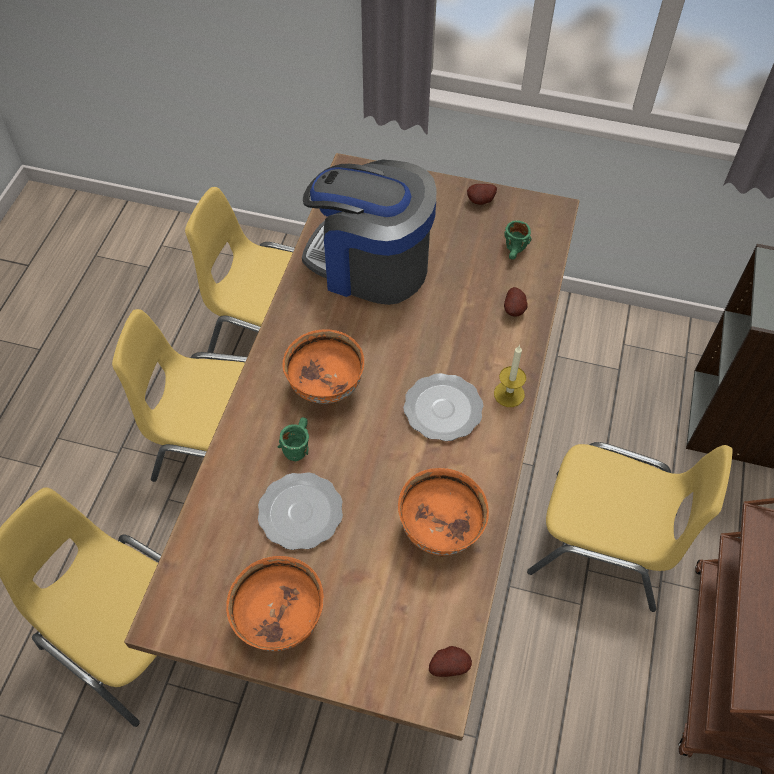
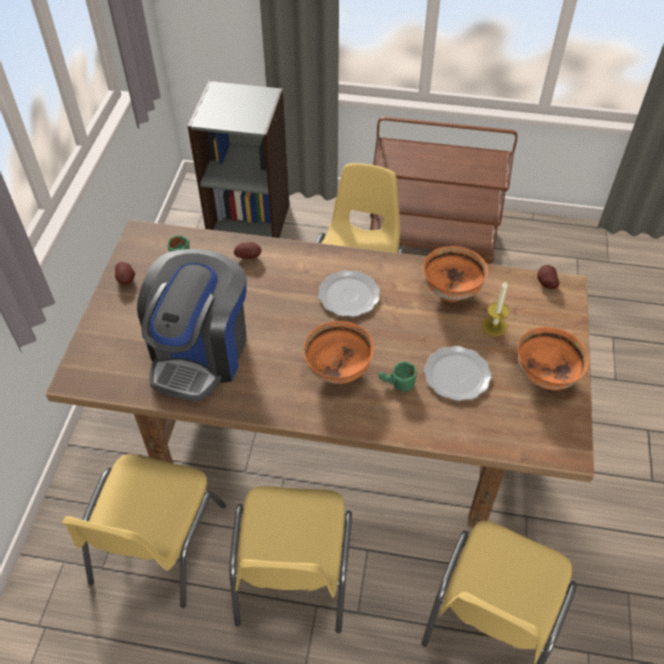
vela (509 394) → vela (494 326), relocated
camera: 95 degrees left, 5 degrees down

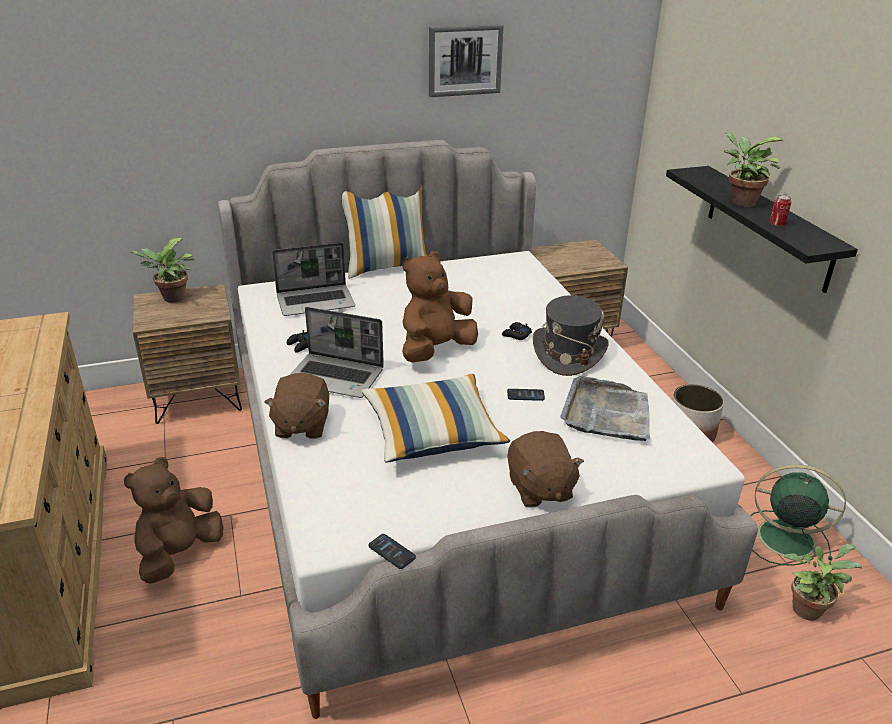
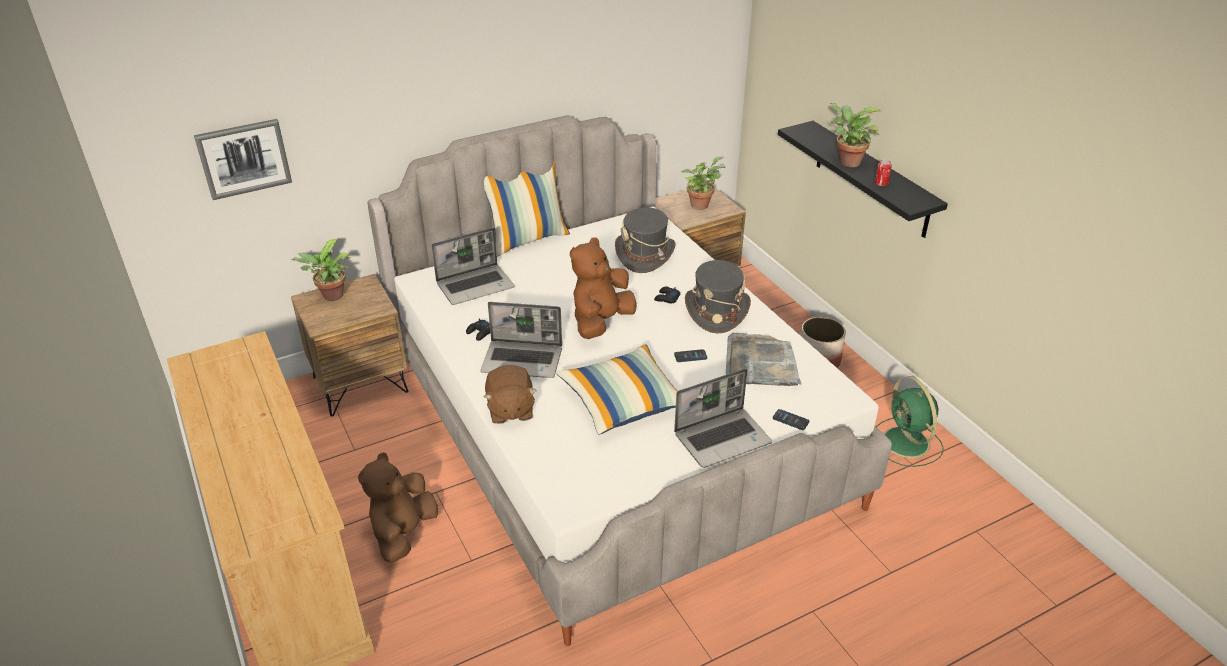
cuadro (464 60) → cuadro (244 158), relocated
peluche [marrón] (539 489) → portátil (723 438)
ventilador [verde] (783 538) → ventilador [verde] (907 443), 120 degrees counterclockwise
móvil (391 552) → móvil (790 420), relocated
planta en maceta (807 607) → planta en maceta (700 204), relocated
- → sombrero [gris] (645 254)
camera: 10 degrees left, 5 degrees up

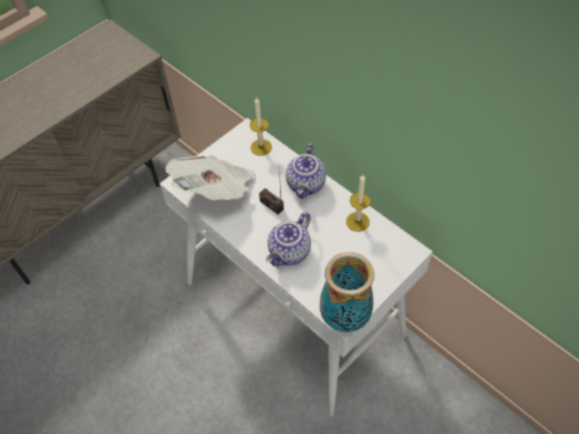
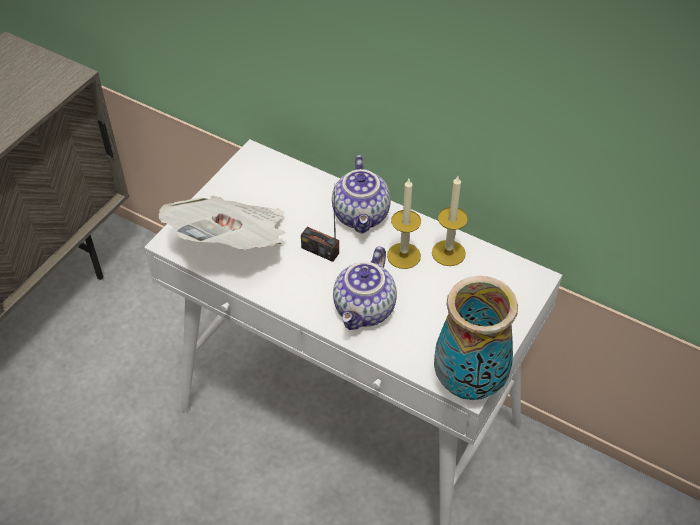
vela (261 147) → vela (403 255), relocated
camera: 15 degrees left, 5 degrees down

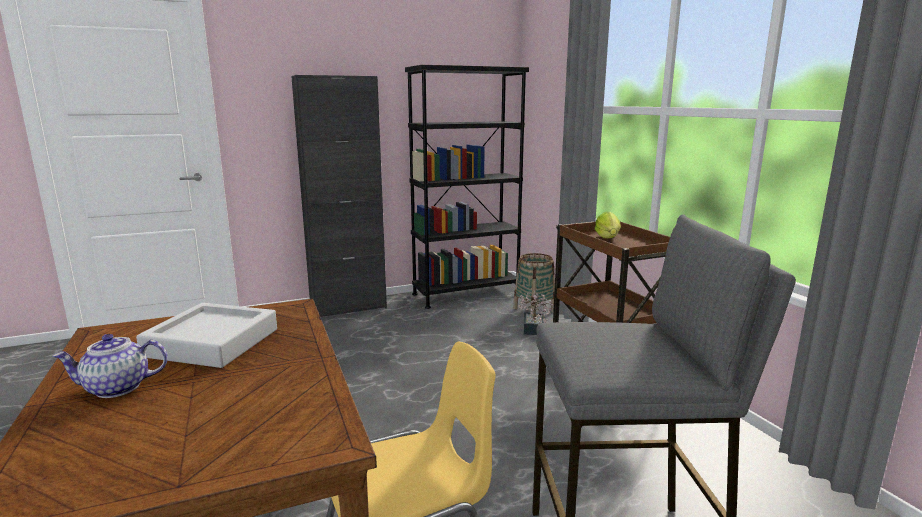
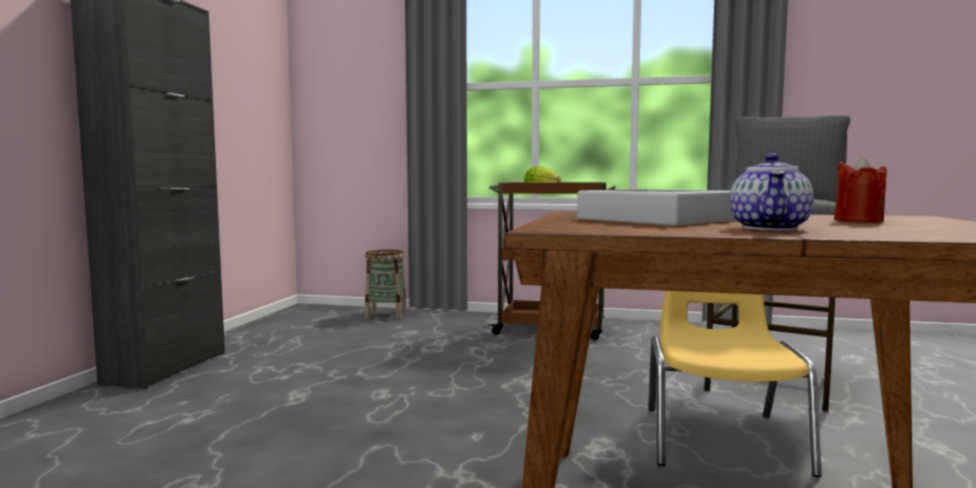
estantería [negro] (466 294) → -
planta en maceta (533 330) → -
- → vela [rojo] (858 221)
camera: 55 degrees left, 10 degrees down

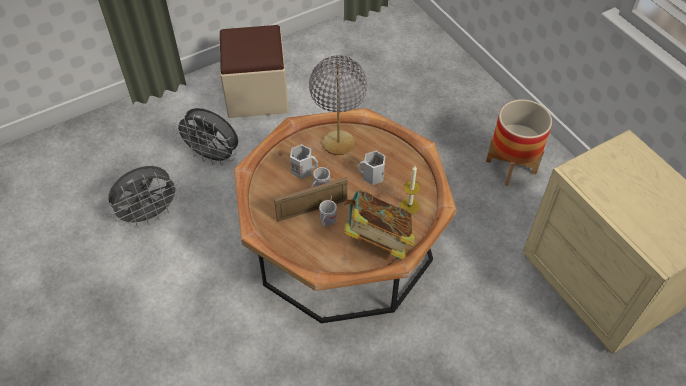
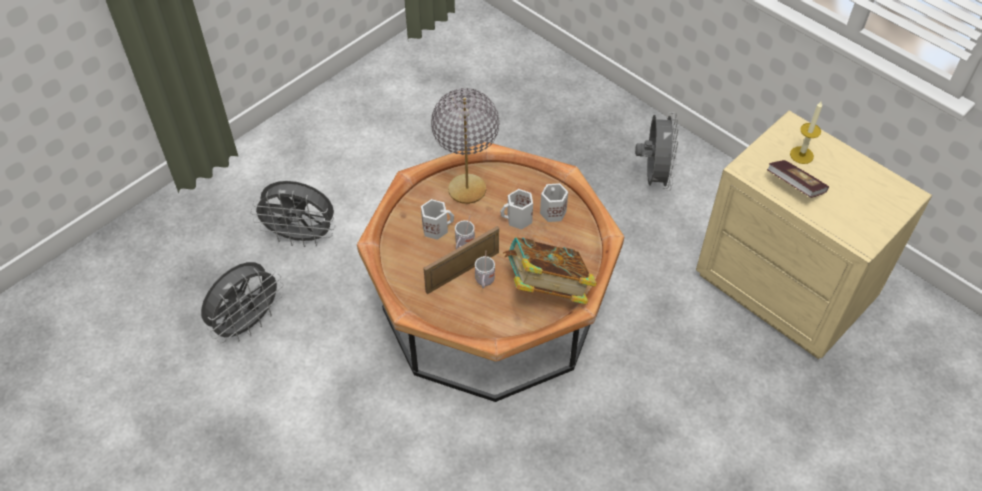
puf [beis] (257 95) → -
maceta (511 166) → ventilador [gris] (654 176)
vela (409 206) → vela (801 155), relocated
- → libro (794 186)
- → taza grande [blanco] (552 211)
camera: 15 degrees left, 0 degrees up

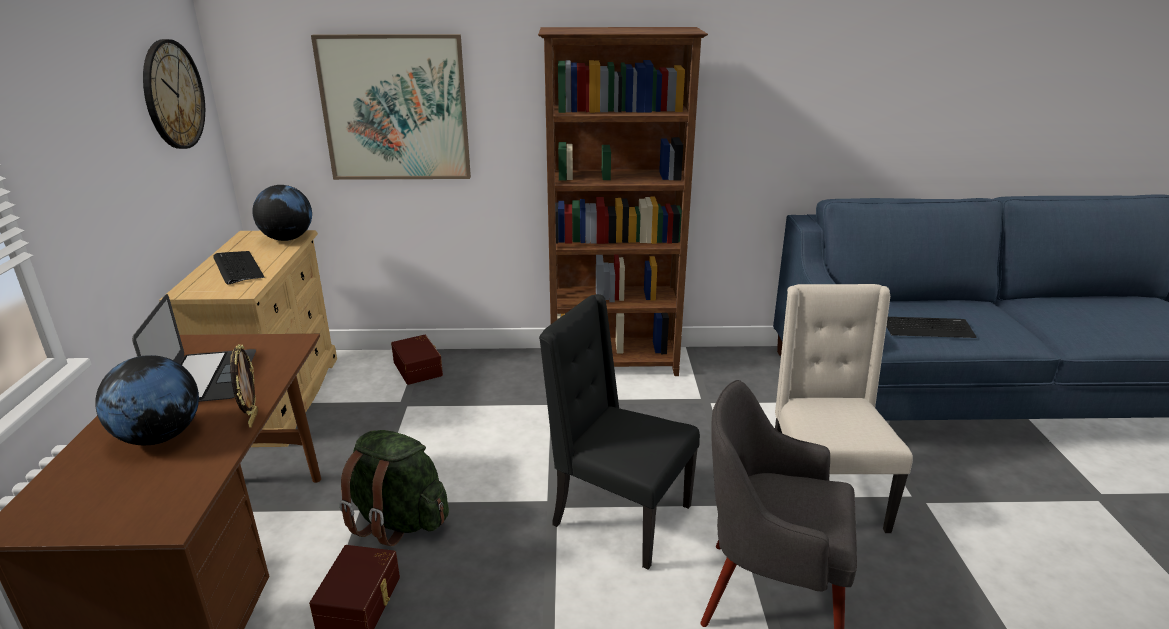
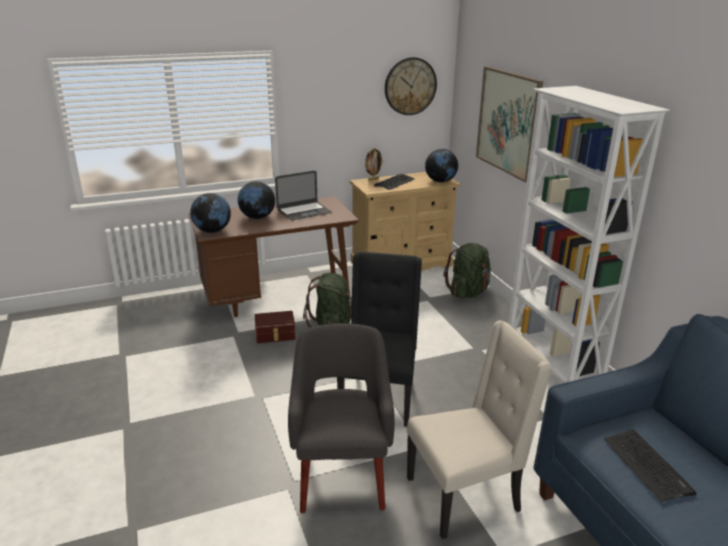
estantería [marrón] (615 364) → estantería [blanco] (551 363)
caja de almacenaje [marrón] (419 368) → mochila [verde] (468 292)
portarretratos (252 419) → portarretratos (373 179), relocated
- → globo terráqueo (212 231)
camera: 70 degrees right, 0 degrees up

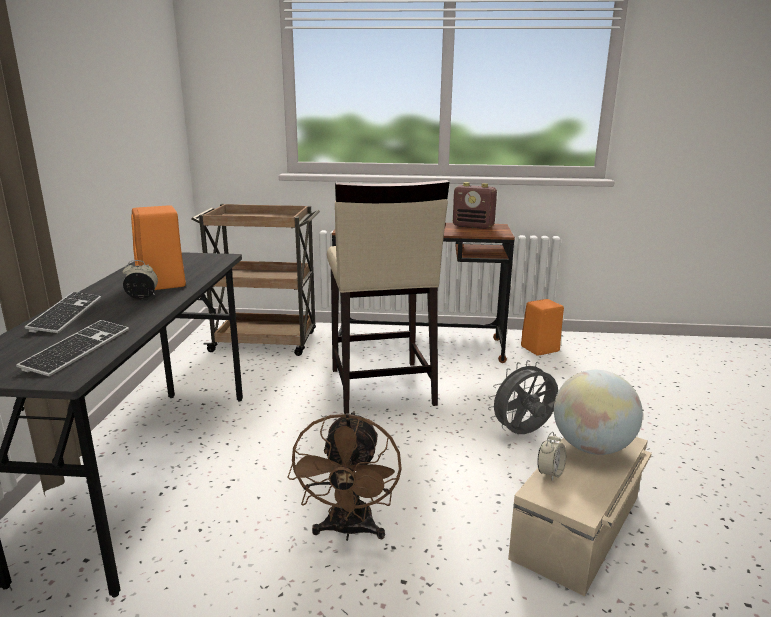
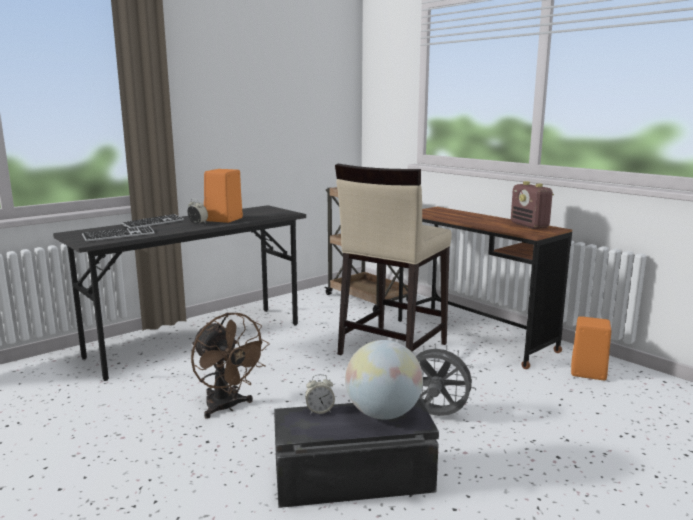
ventilador [marrón] (349 531) → ventilador [marrón] (227 407), 90 degrees counterclockwise
caja de almacenaje [beis] (579 527) → caja de almacenaje [negro] (353 480)
camera: 45 degrees right, 5 degrees down

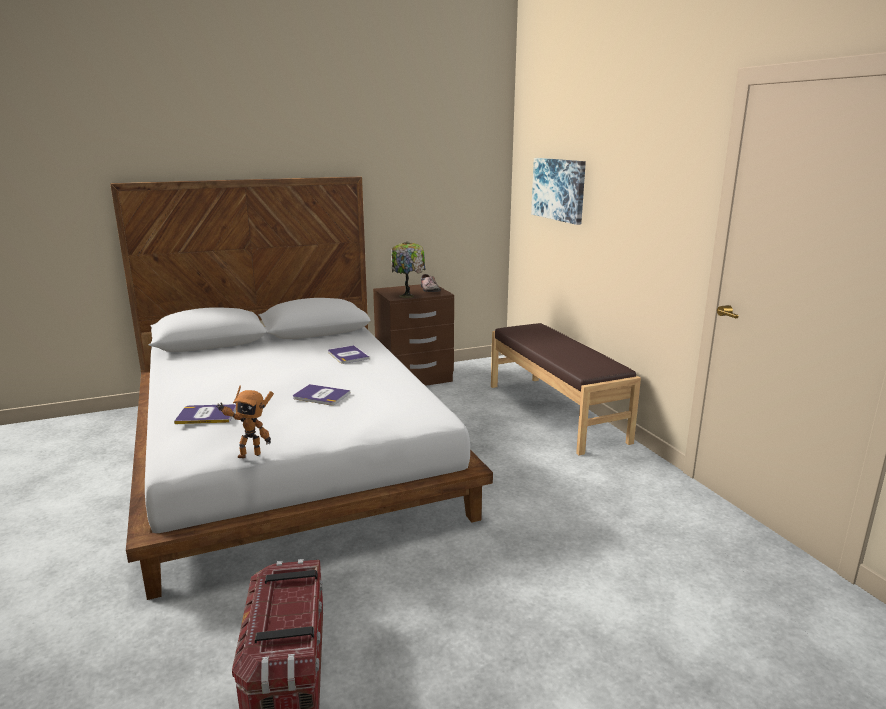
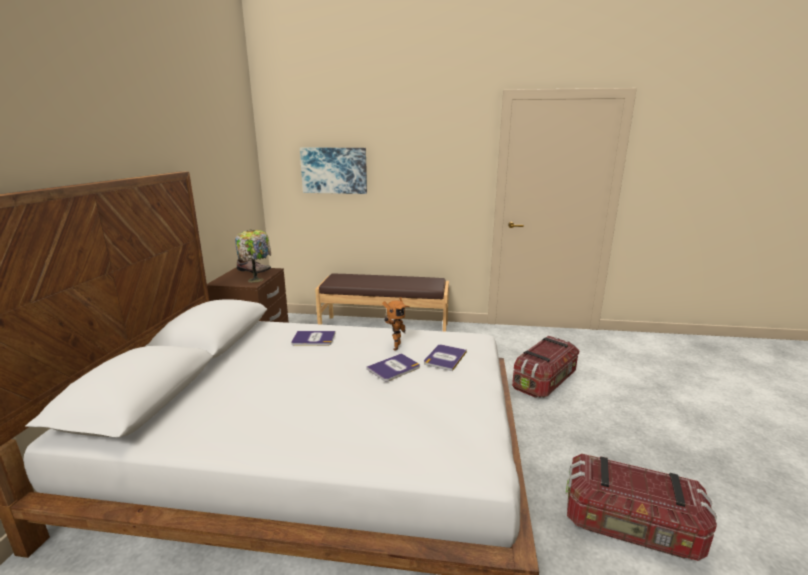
robot de juguete (249 454) → robot de juguete (394 346), relocated
libro (207 415) → libro (445 358), relocated
- → caja de almacenaje (545 381)
camera: 60 degrees left, 0 degrees up

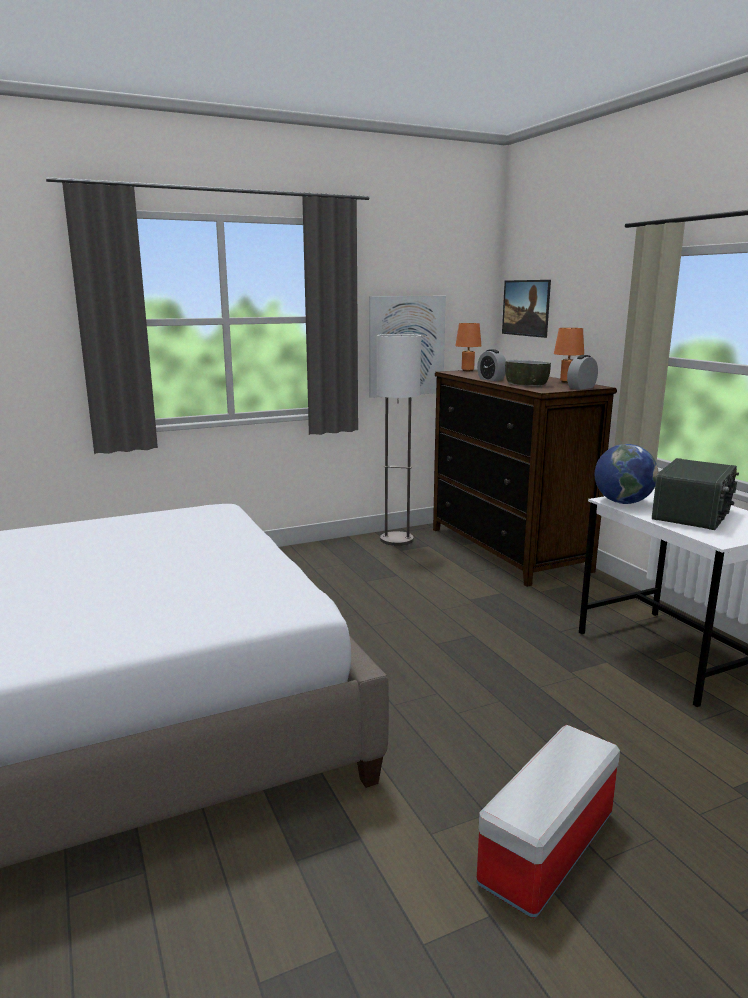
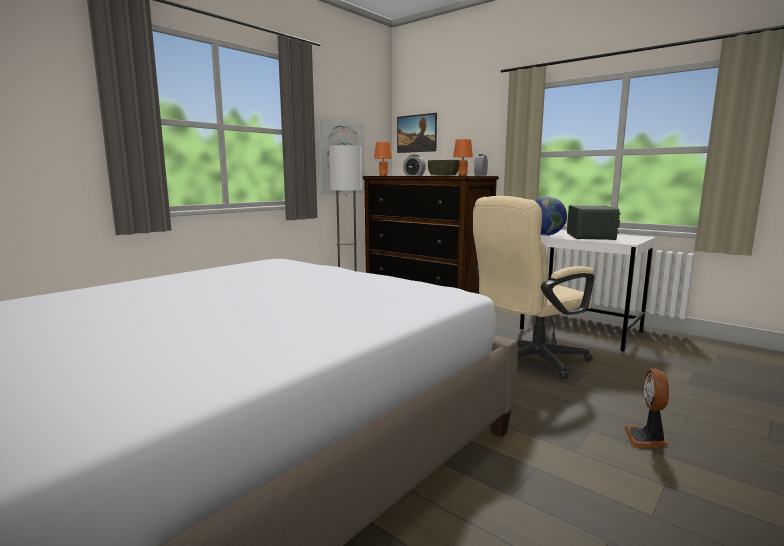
caja de almacenaje (548 849) → ventilador (647 439)
- → silla de oficina [beis] (528 361)
camera: 25 degrees left, 5 degrees down

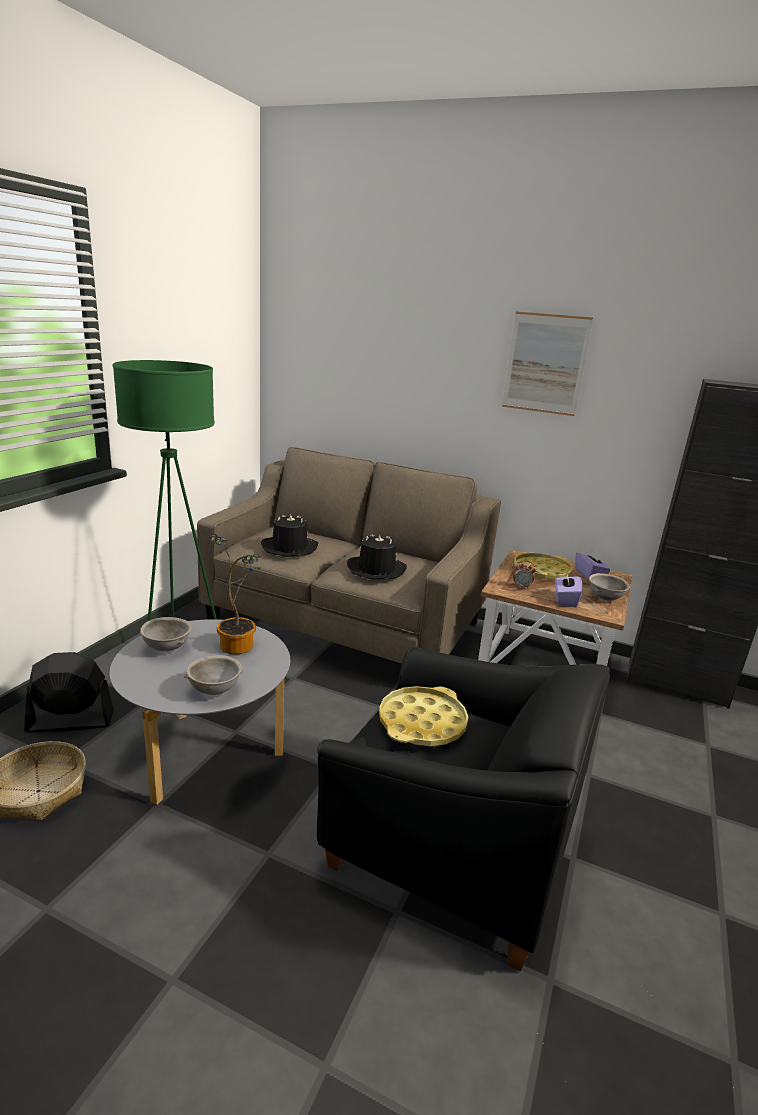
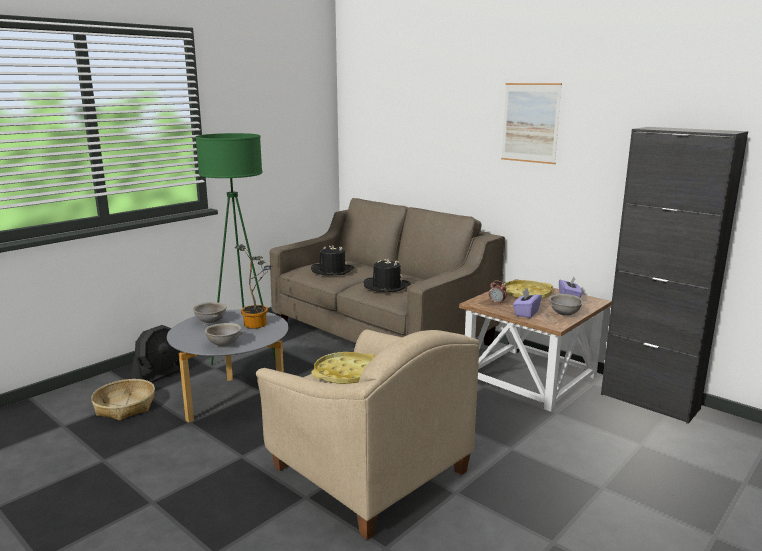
sillón [negro] (451 846) → sillón [beis] (367 472)
ventilador [negro] (70 721) → ventilador [negro] (160 375), 120 degrees clockwise
camera: 20 degrees right, 5 degrees down

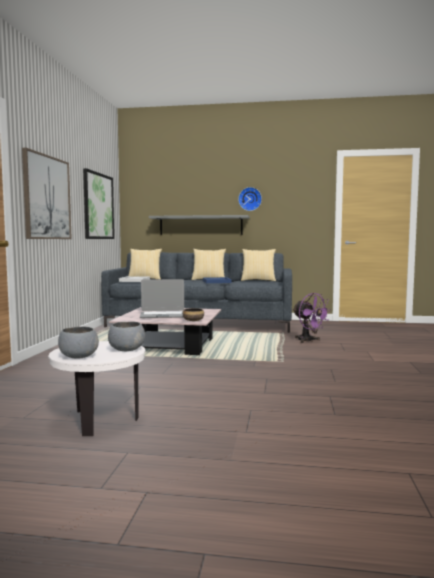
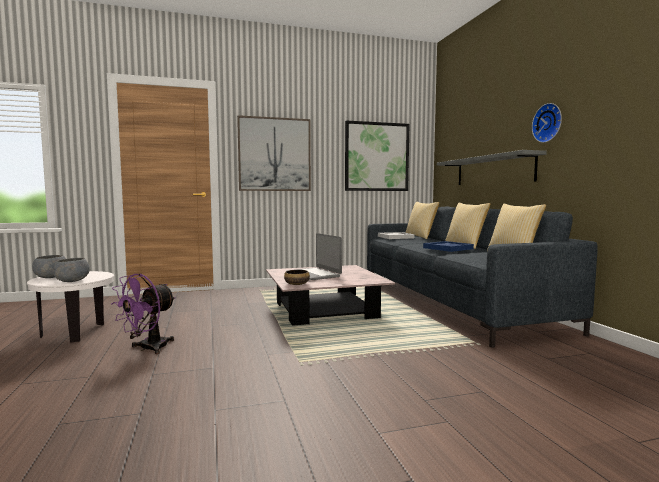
ventilador [morado] (309 341) → ventilador [morado] (148 349), relocated
camera: 65 degrees right, 0 degrees up

